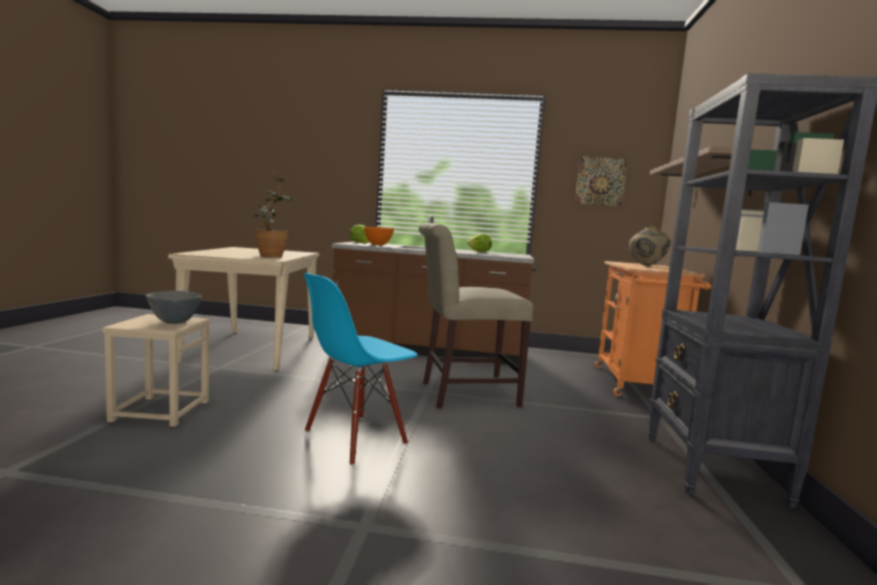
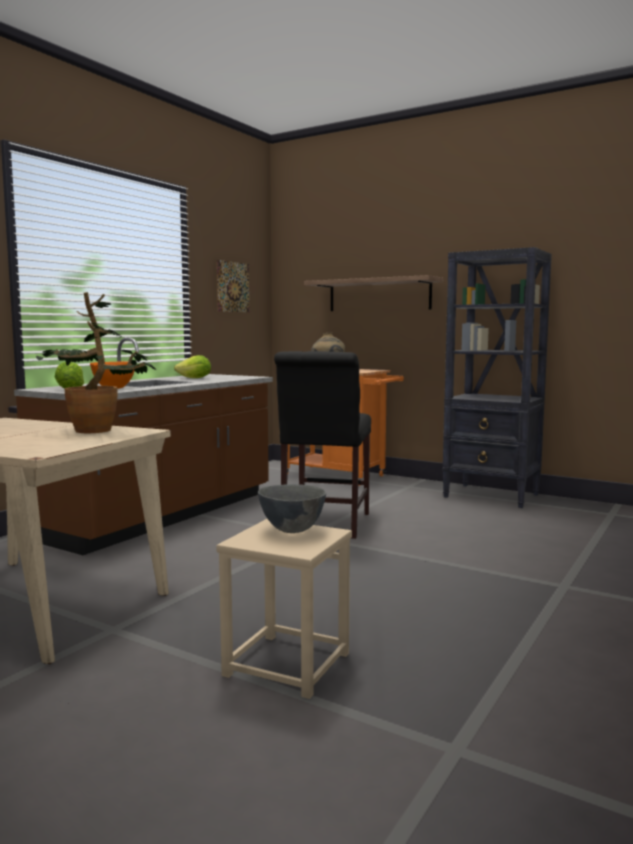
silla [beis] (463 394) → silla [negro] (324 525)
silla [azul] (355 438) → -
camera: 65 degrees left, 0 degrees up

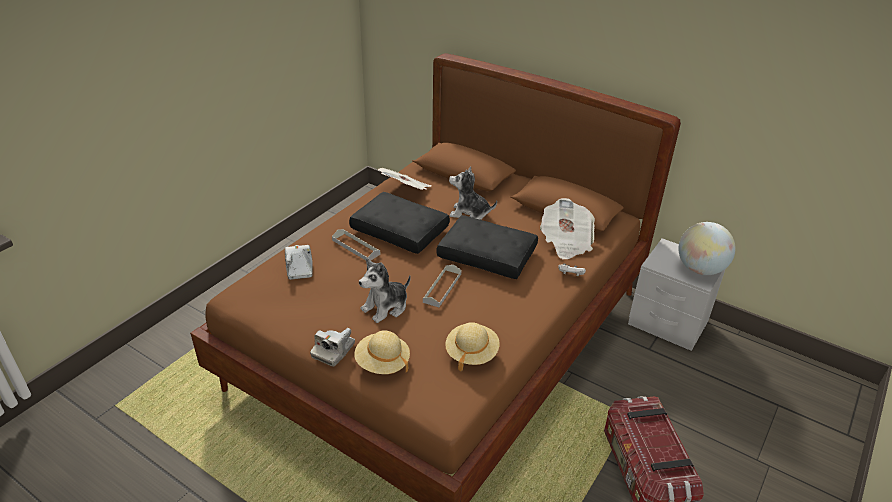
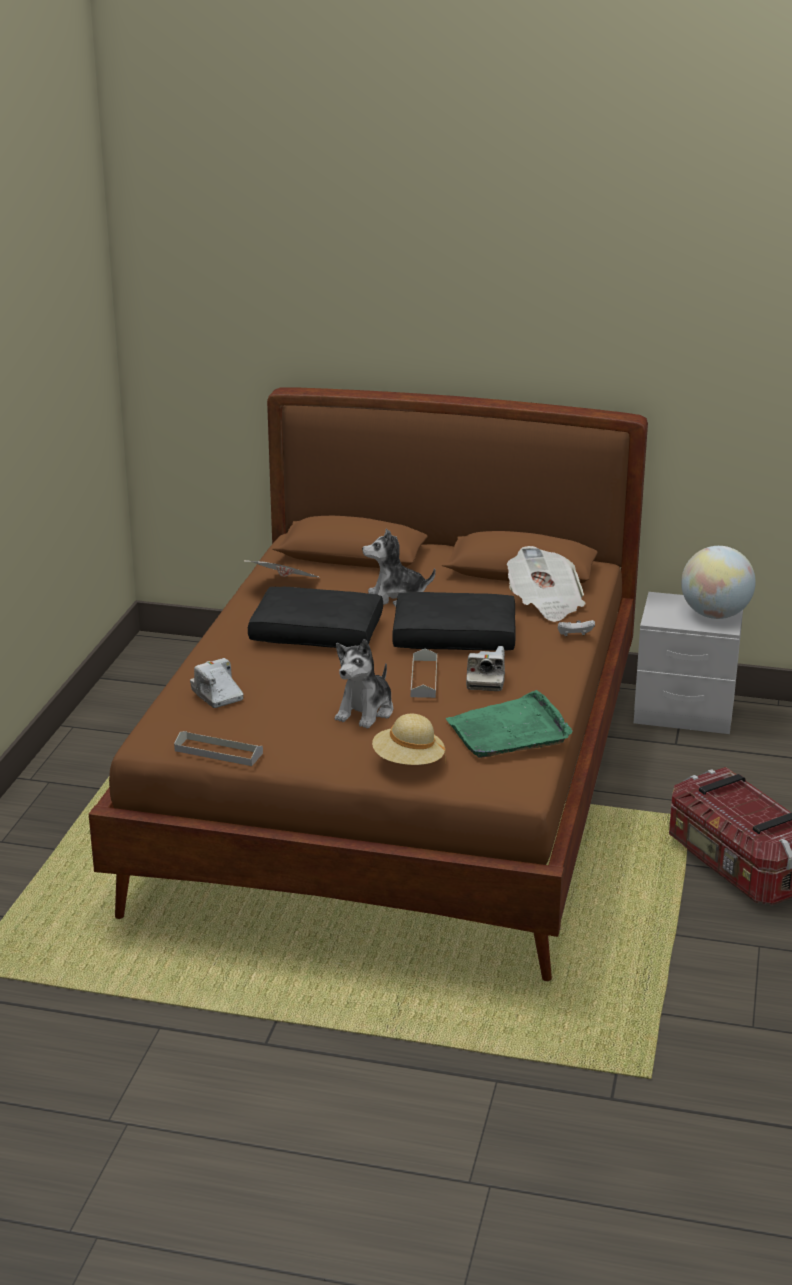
bandeja [gris] (356 247) → bandeja [gris] (218 752), relocated
sombrero [beis] (471 353) → bandeja [verde] (509 731)
cámara (333 351) → cámara (485 680), relocated
camera: 20 degrees left, 10 degrees down

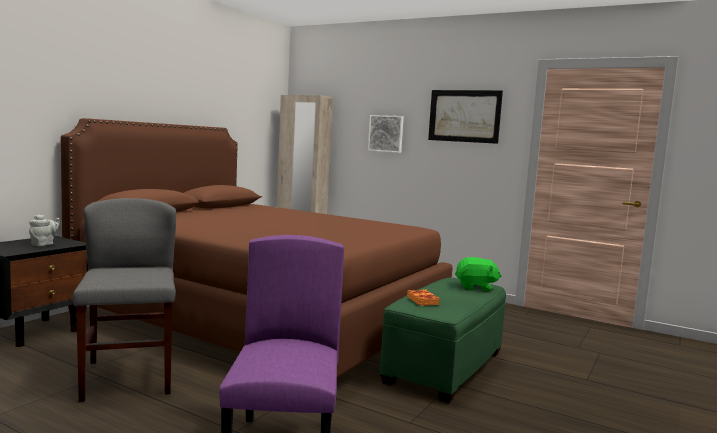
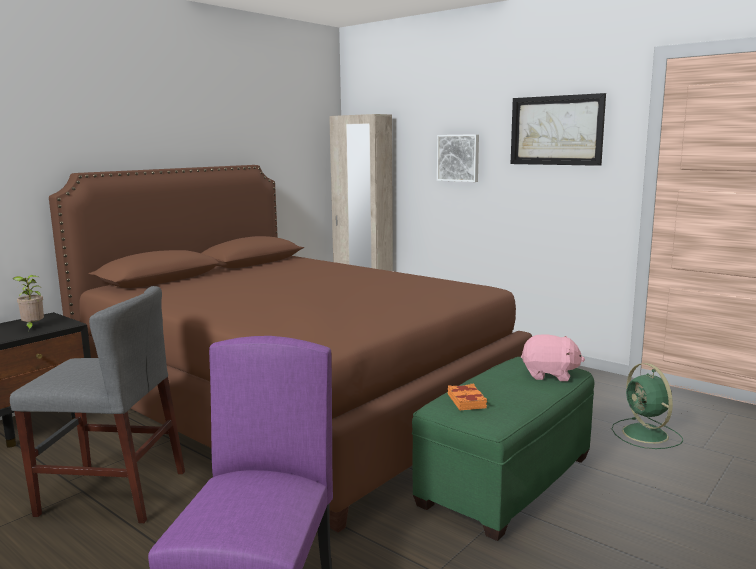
silla [gris] (129 377) → silla [gris] (112 493), 105 degrees clockwise
tetera [gris] (44 244) → planta en maceta (32 327)
peluche [verde] (475 287) → peluche [rosa] (549 375)
- → ventilador [verde] (646 435)
camera: 10 degrees right, 5 degrees up

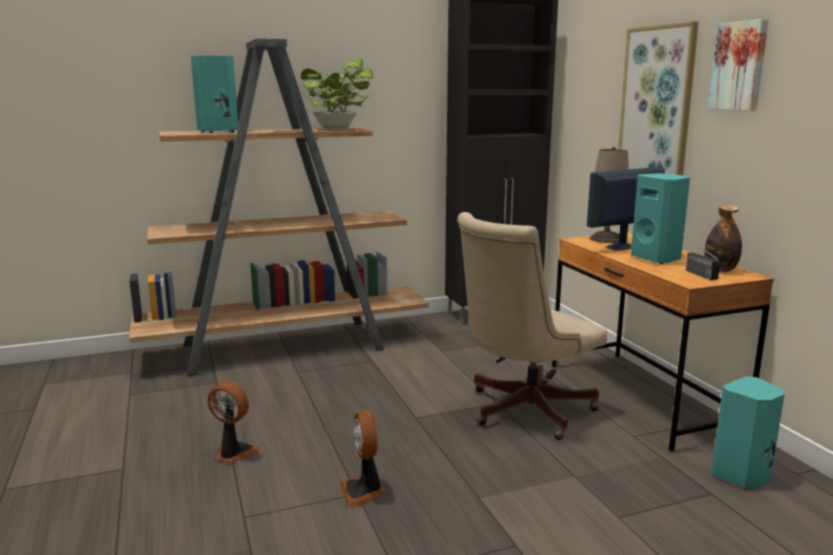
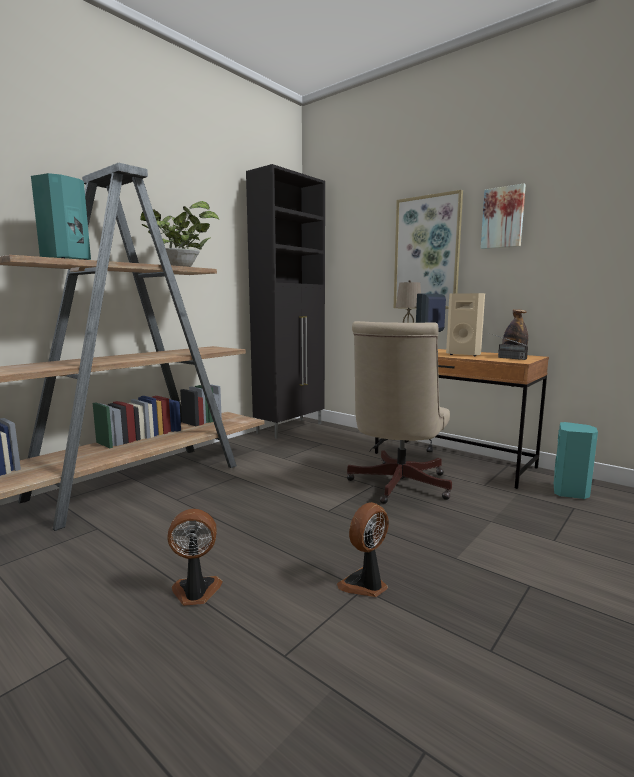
altavoz [turquesa] (657 258) → altavoz [beis] (465 354)
ventilador (363 491) → ventilador (365 585), 90 degrees clockwise
camera: 30 degrees left, 5 degrees down

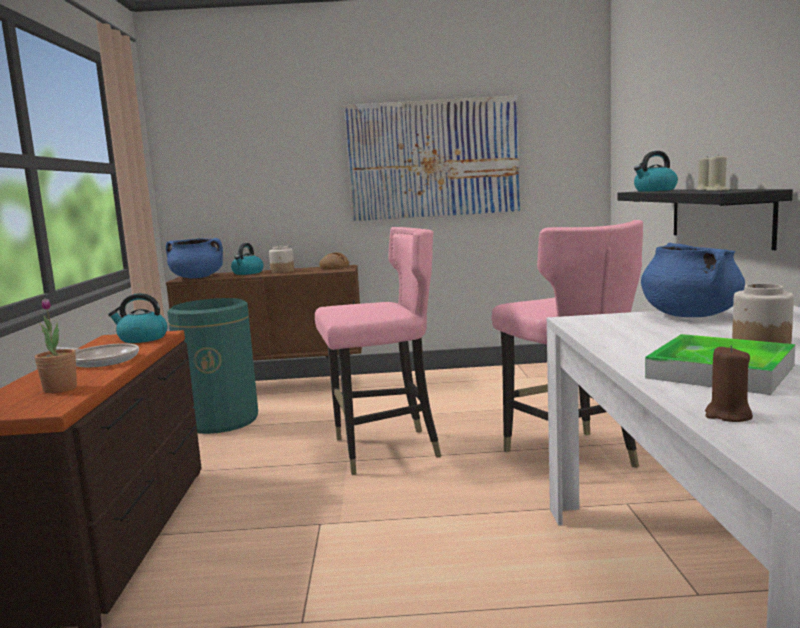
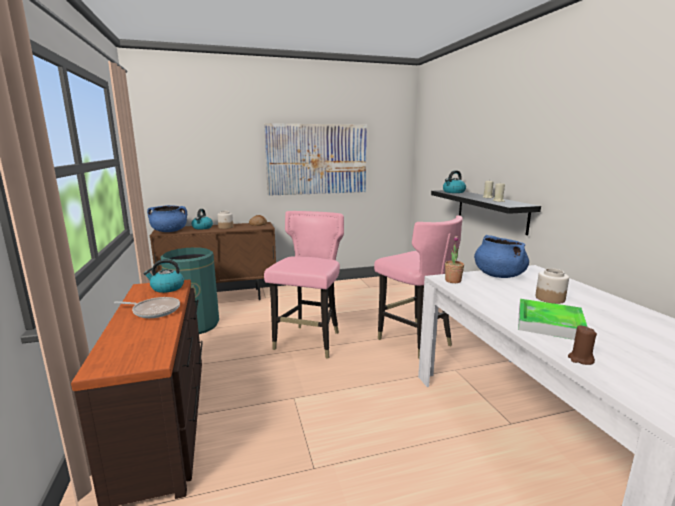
silla [rosa] (384 450) → silla [rosa] (309 342), 45 degrees counterclockwise
planta en maceta (60 389) → planta en maceta (453 281), relocated
camera: 15 degrees left, 5 degrees up

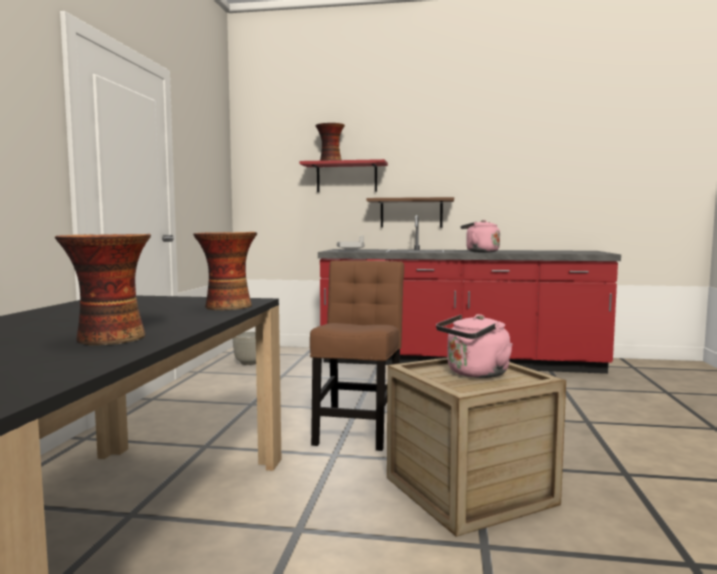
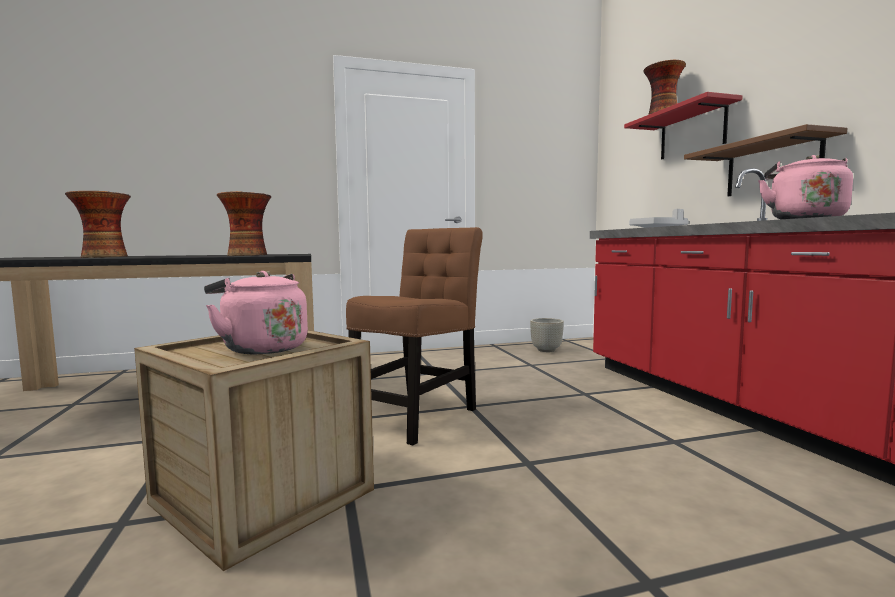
silla [marrón] (358 427) → silla [marrón] (418 416), 45 degrees counterclockwise
camera: 65 degrees right, 0 degrees up

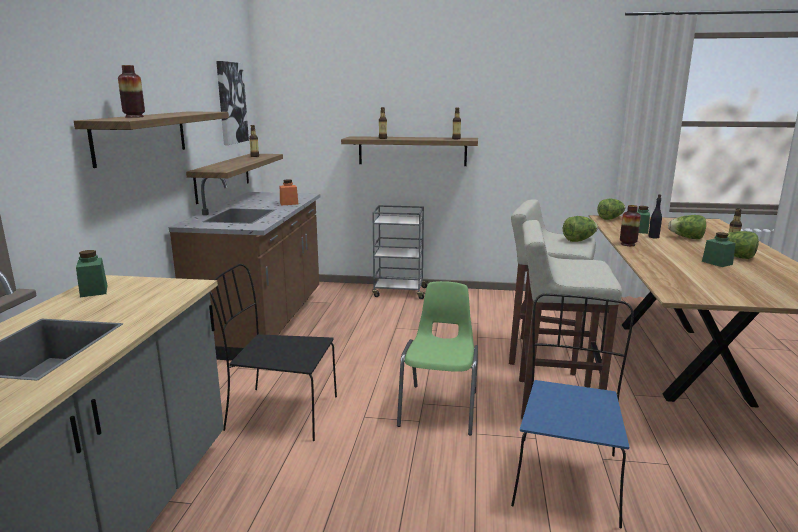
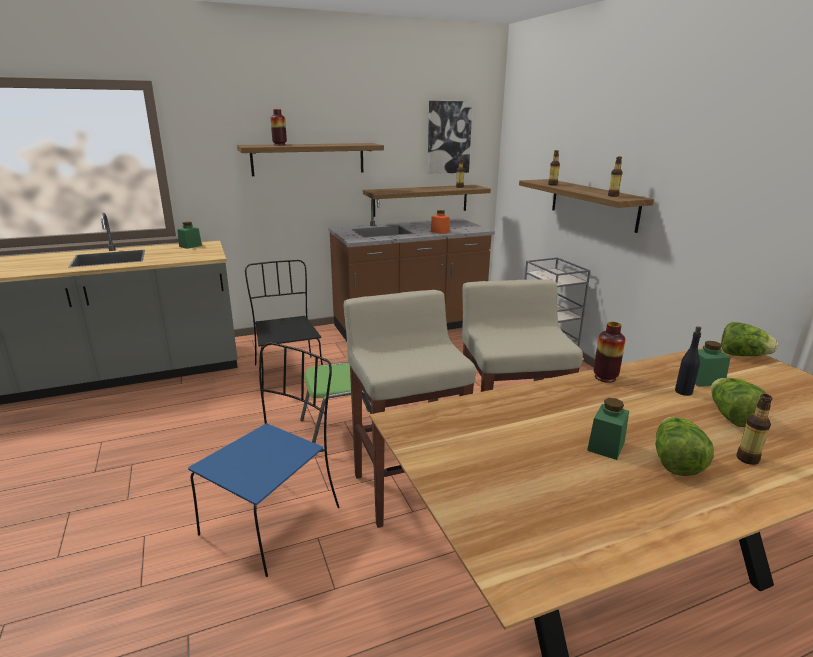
lechuga (579 240) → -
silla [azul] (566 477) → silla [azul] (274 519), 45 degrees counterclockwise
camera: 60 degrees right, 5 degrees up

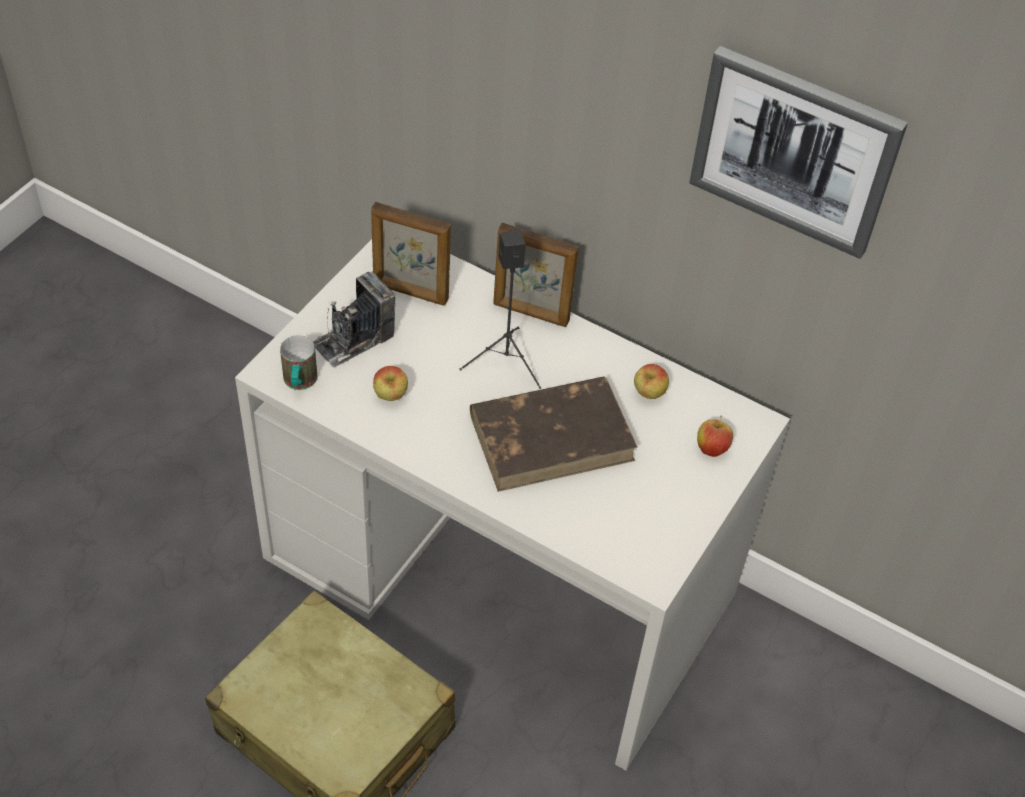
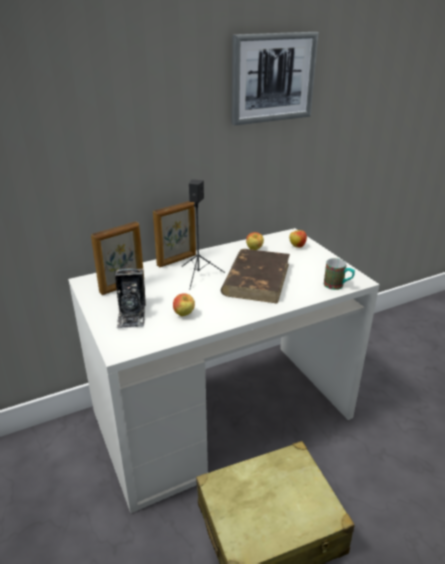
taza grande (299 383) → taza grande (337 286), relocated
camera: 55 degrees left, 20 degrees down

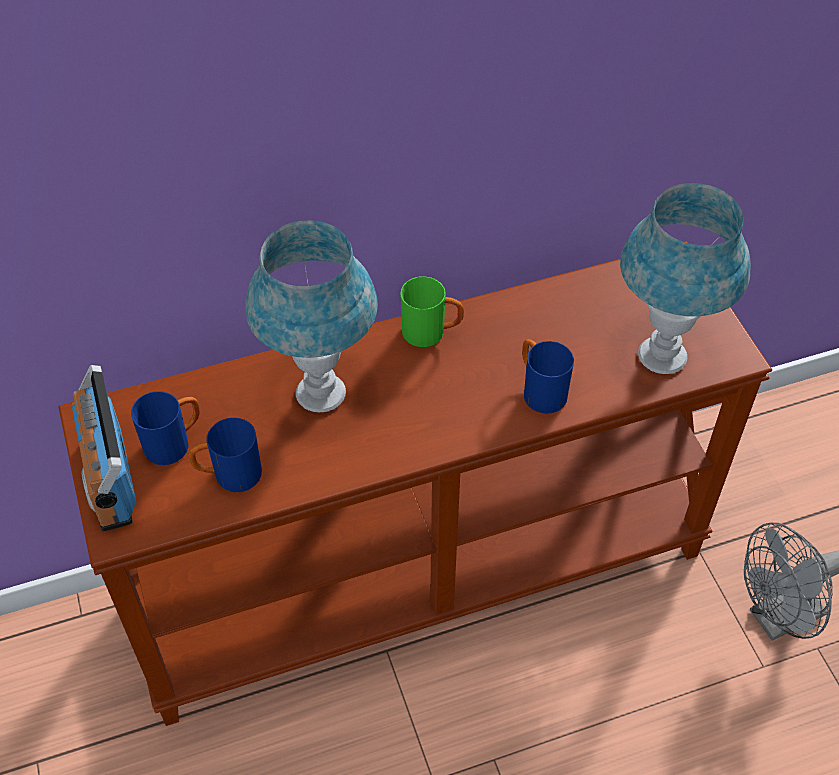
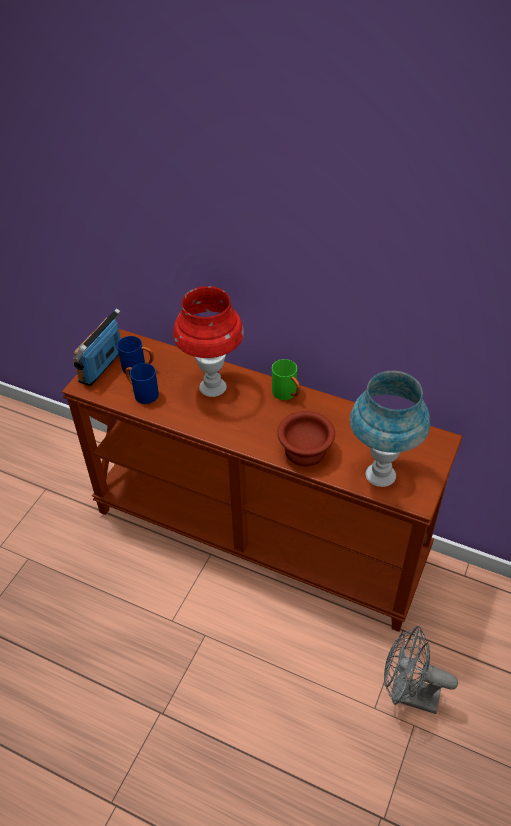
lámpara de mesa [azul] (321 394) → lámpara de mesa [rojo] (213 388)
taza grande [azul] (539 390) → cuenco [marrón] (304 449)
camera: 45 degrees right, 5 degrees down

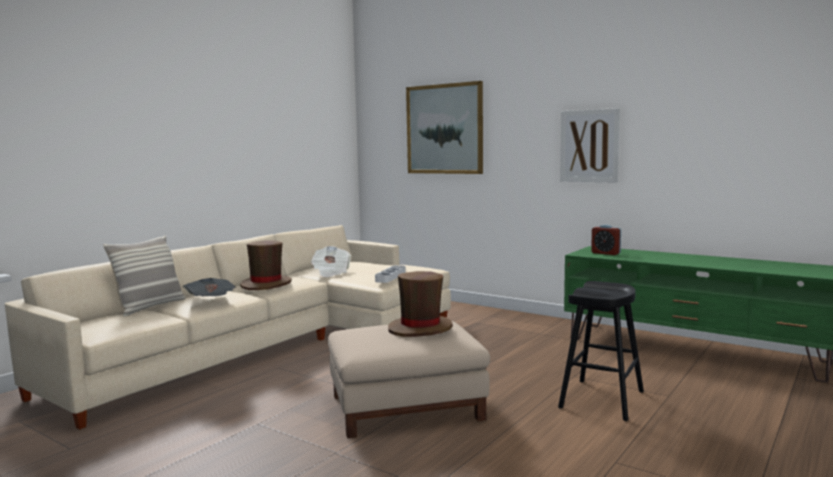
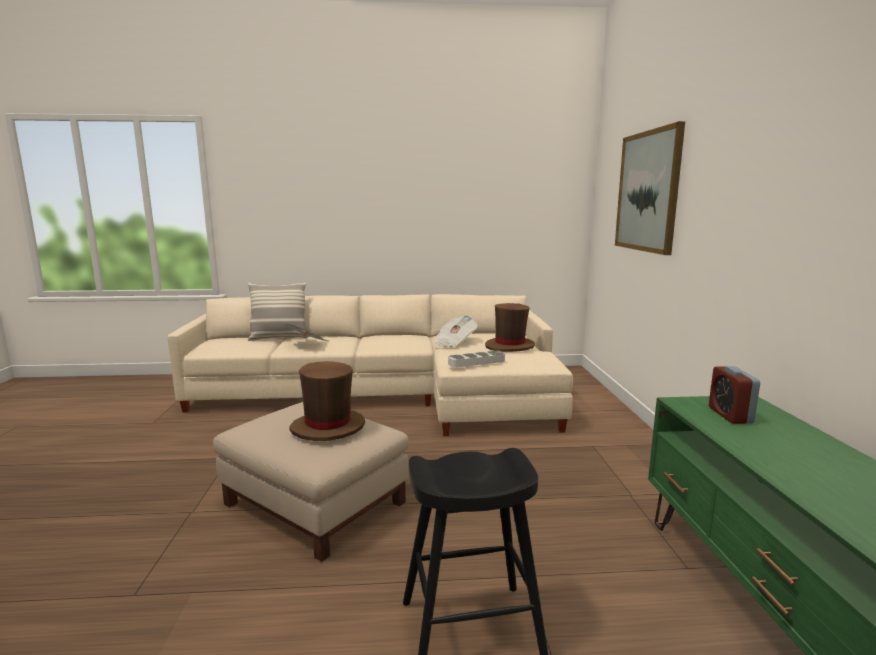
cuadro (589 146) → -
sombrero [marrón] (266 284) → sombrero [marrón] (510 346), relocated
camera: 50 degrees right, 5 degrees up

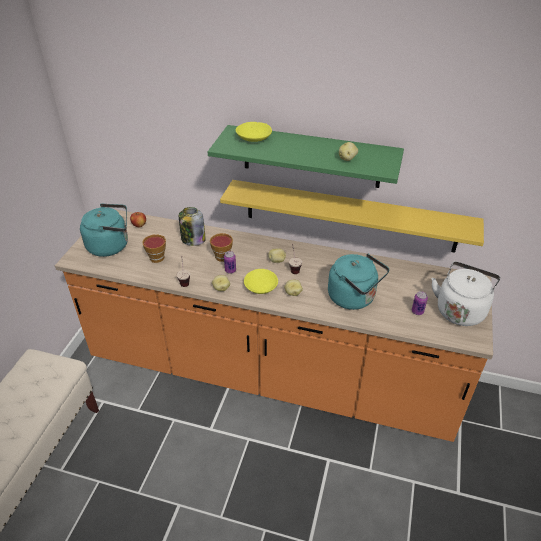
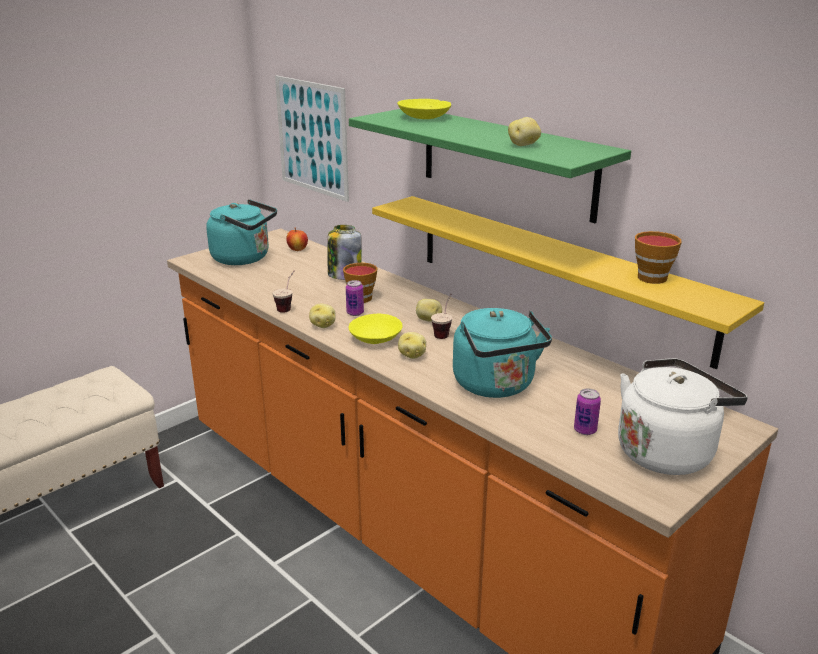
taza (158 256) → taza (654 277), relocated
- → cuadro (312 137)
camera: 30 degrees right, 15 degrees down

